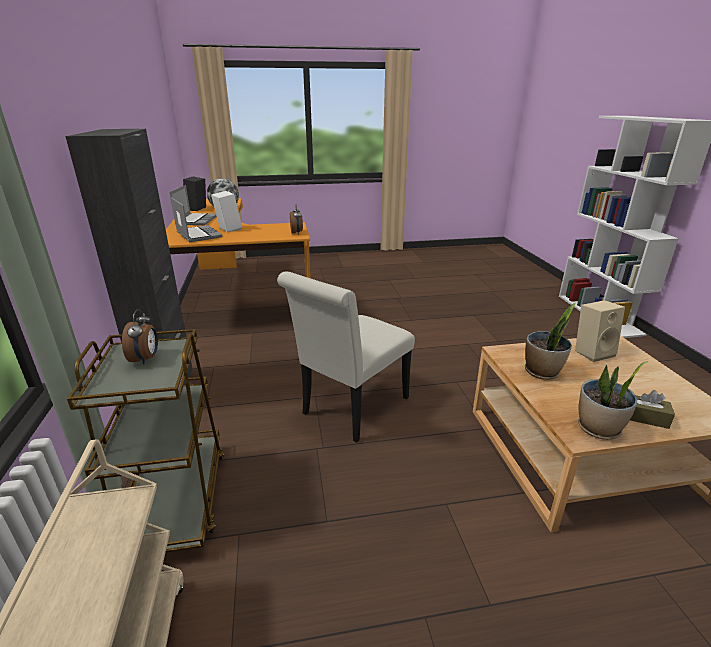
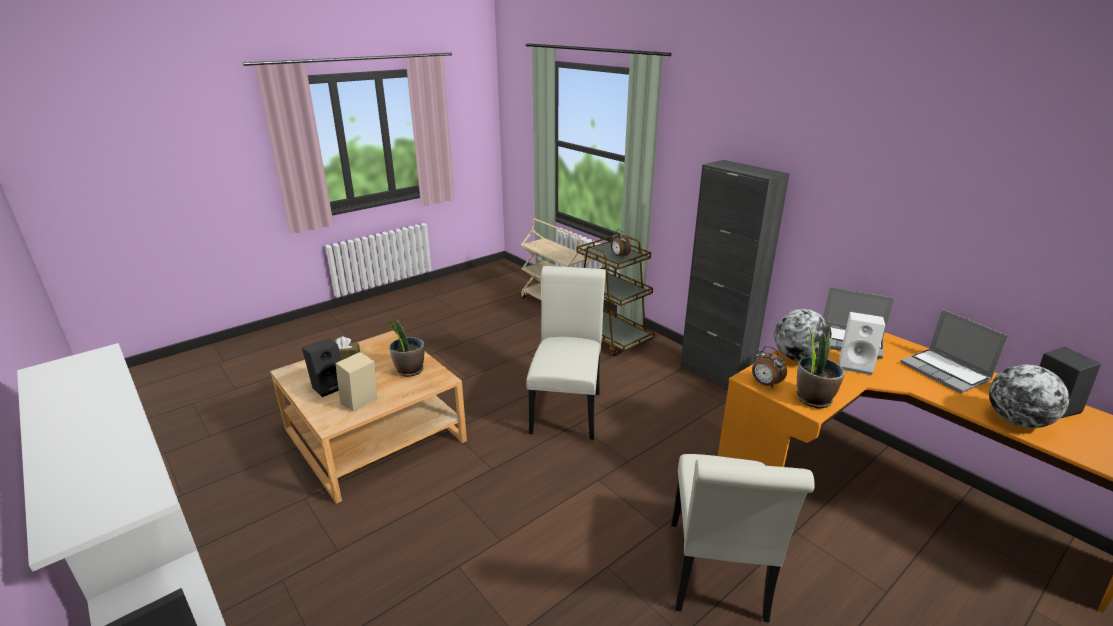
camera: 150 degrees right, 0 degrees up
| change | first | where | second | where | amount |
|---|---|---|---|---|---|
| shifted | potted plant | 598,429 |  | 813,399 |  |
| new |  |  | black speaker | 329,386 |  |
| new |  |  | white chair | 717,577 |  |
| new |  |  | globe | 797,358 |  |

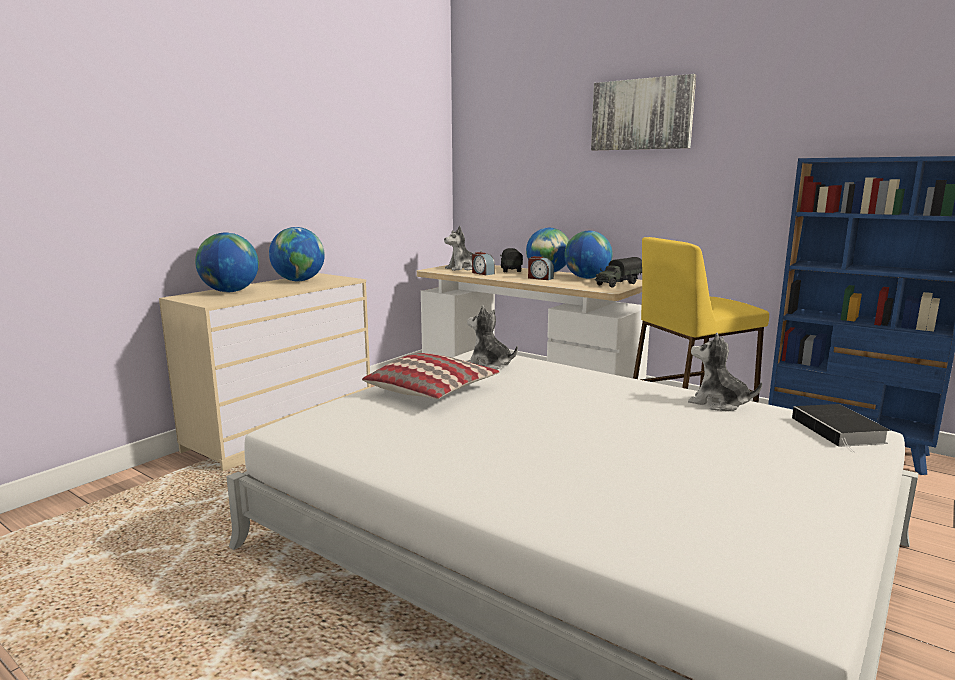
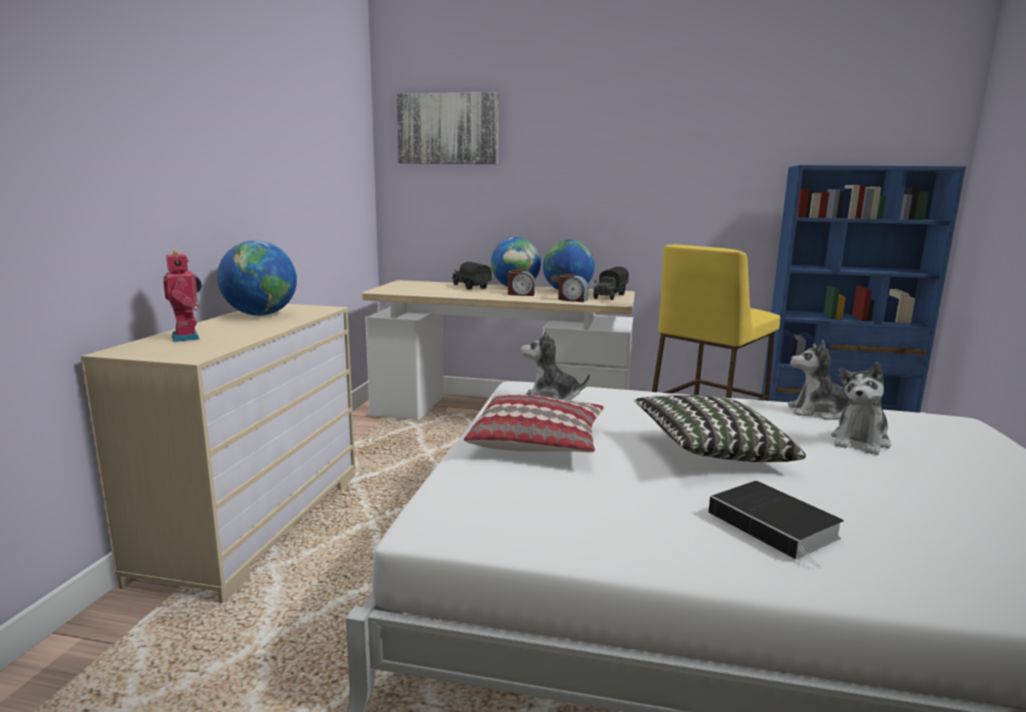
camera: 25 degrees left, 0 degrees up
| change | first | where | second | where | amount |
|---|---|---|---|---|---|
| swapped | globe | 230,292 | toy robot | 188,337 |  |
| shifted | plush toy | 462,268 |  | 860,442 |  |
| shifted | alarm clock | 482,273 |  | 572,300 |  |
| shifted | picture | 642,114 |  | 448,129 |  |
| shifted | book | 840,431 |  | 776,526 |  |
| new |  |  | pillow | 710,452 |  |

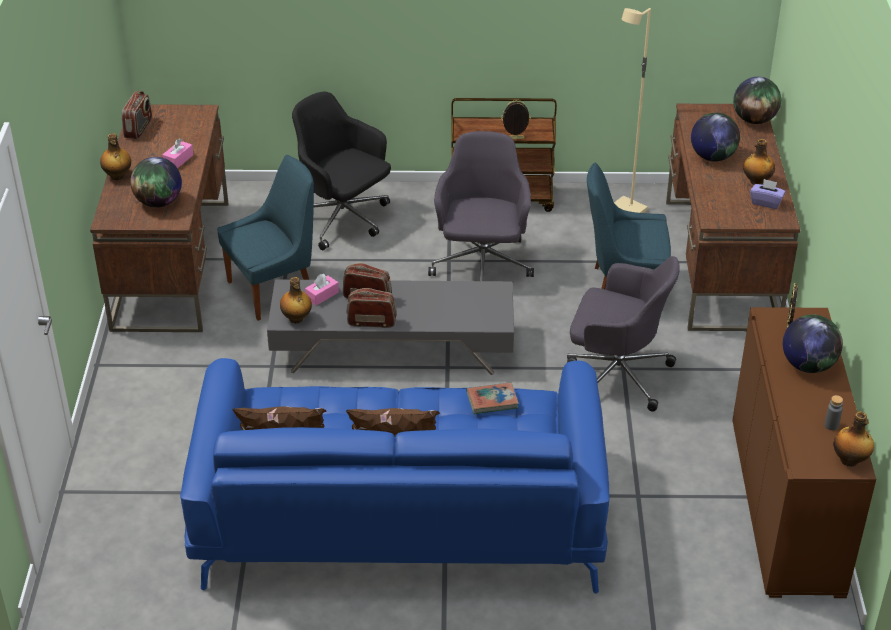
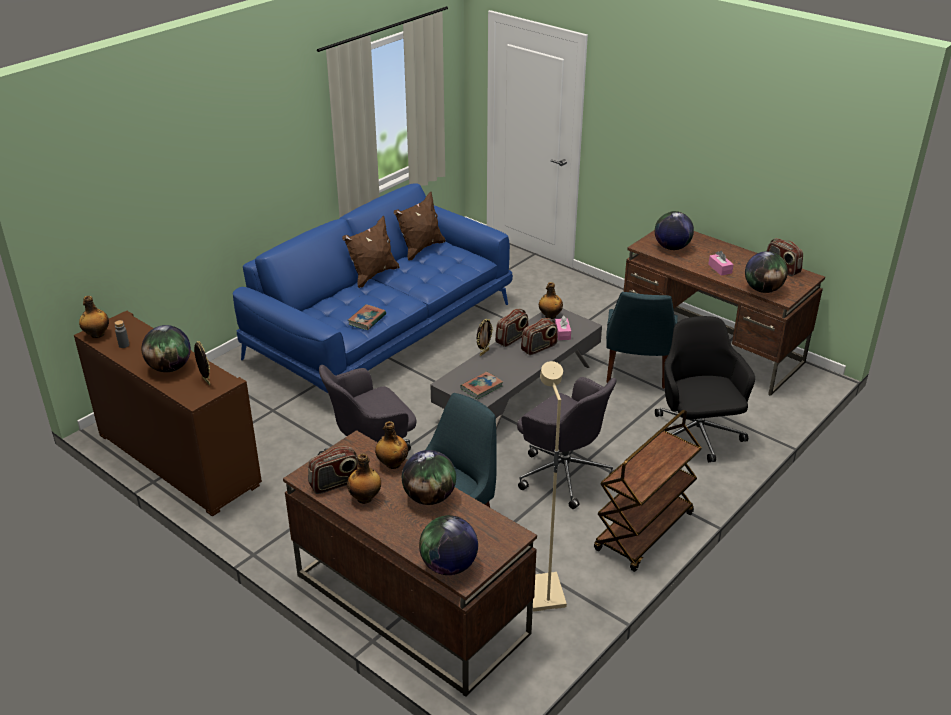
camera: 130 degrees right, 5 degrees down
| change | first | where | second | where | amount |
|---|---|---|---|---|---|
| shifted | bottle | 117,176 |  | 392,464 |  |
| rotated | black office chair | 343,219 |  | 696,437 | 90 degrees counterclockwise |
| shifted | picture frame | 515,139 |  | 484,352 |  |
| swapped | purple tissue box | 766,202 | radio | 335,483 |  |
| new |  |  | book | 481,387 |  |
| new |  |  | globe | 763,289 |  |

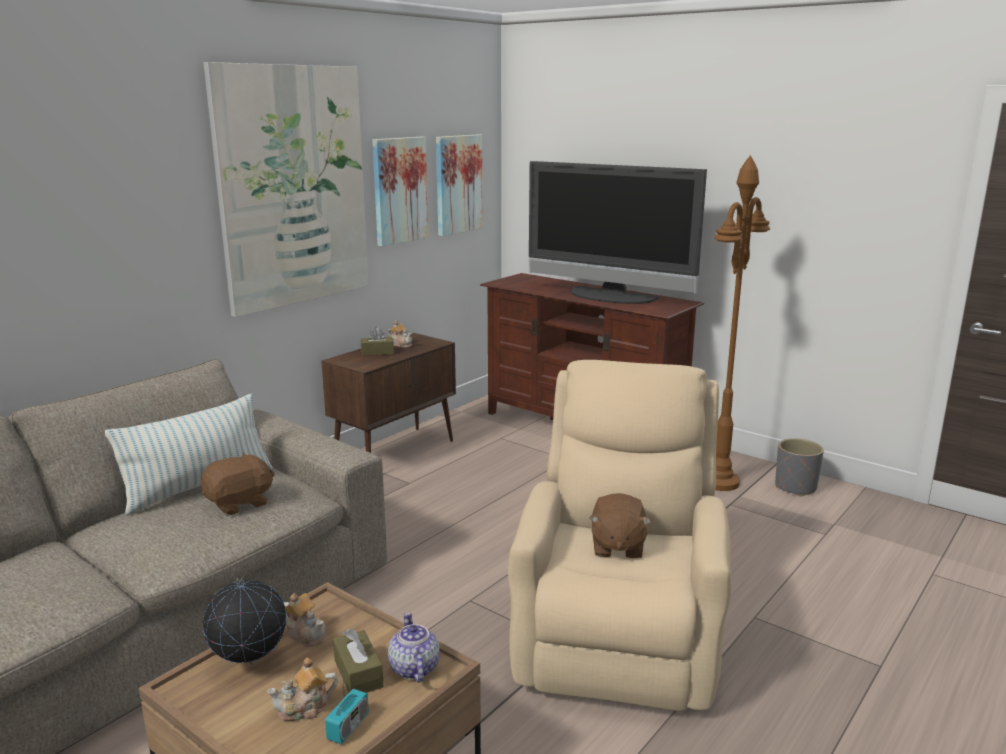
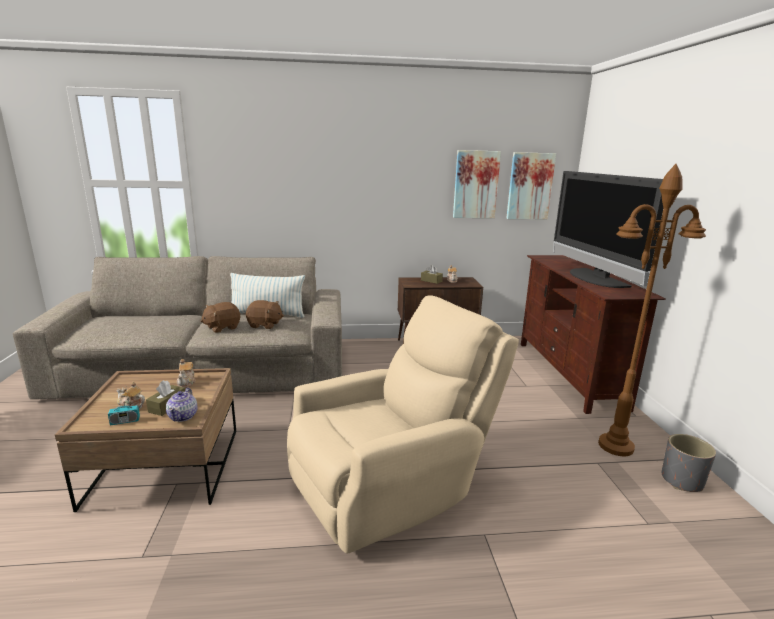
camera: 45 degrees right, 0 degrees up
| change | first | where | second | where | amount |
|---|---|---|---|---|---|
| gone | globe | 250,663 |  |  |  |
| gone | picture | 293,187 |  |  |  |
| rotated | teapot | 413,669 |  | 183,416 | 150 degrees clockwise |
| shifted | brown plush toy | 617,547 |  | 222,327 |  |

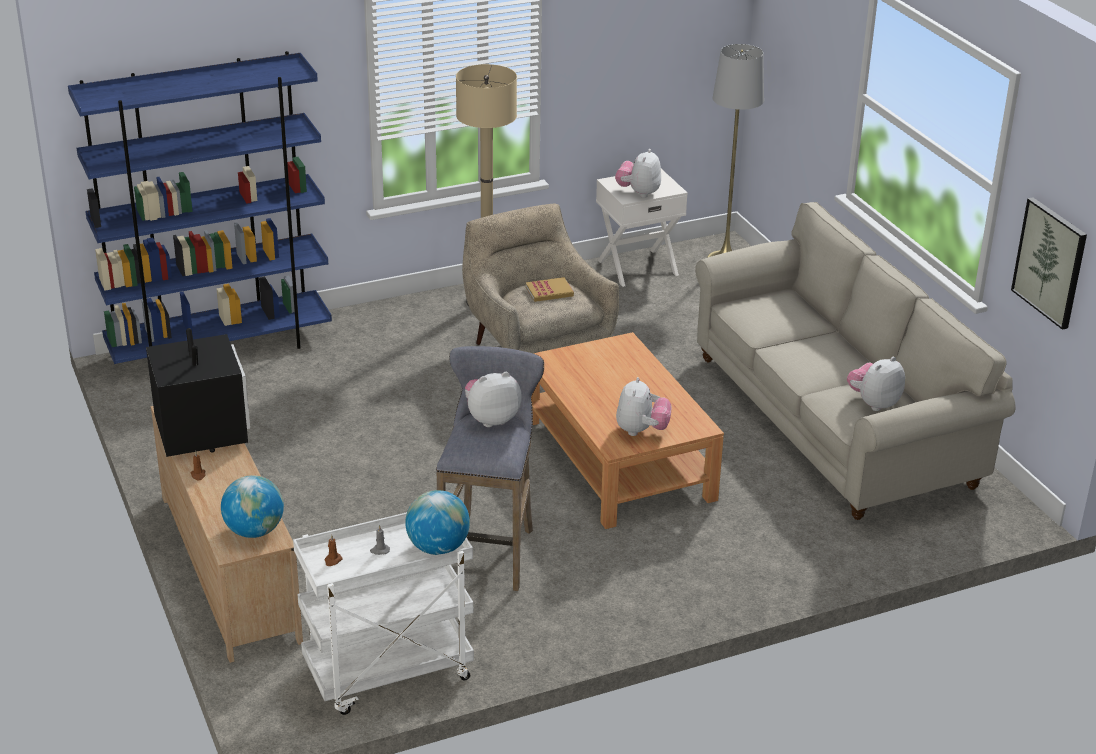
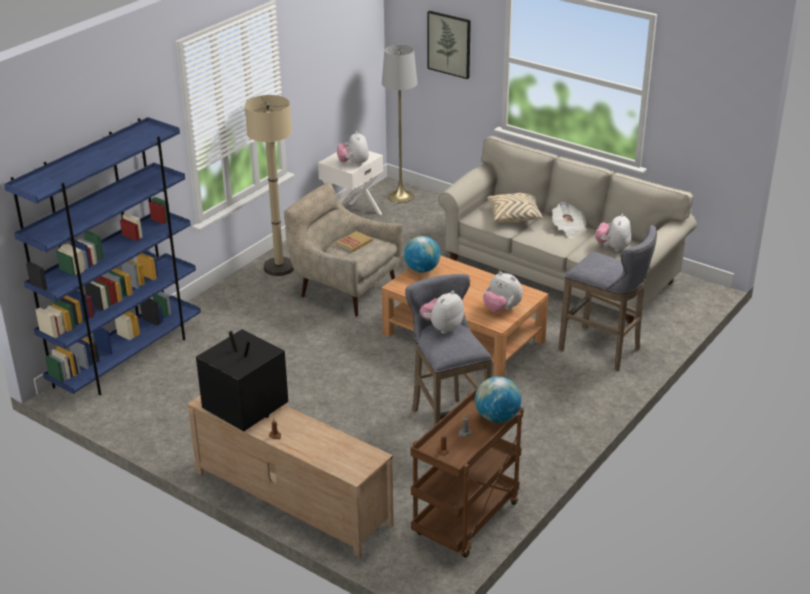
camera: 30 degrees left, 0 degrees up
| change | first | where | second | where | amount |
|---|---|---|---|---|---|
| shifted | globe | 254,531 |  | 422,269 |  |
| repainted | white cart | 388,674 | brown cart | 466,521 |  |
| rotated | plush toy | 641,431 |  | 502,309 | 150 degrees clockwise |
| shifted | picture | 1050,262 |  | 449,44 |  |
| new |  |  | beige pillow | 514,215 |  |
| new |  |  | newspaper | 568,229 |  |
| new |  |  | grey stool | 603,350 |  |

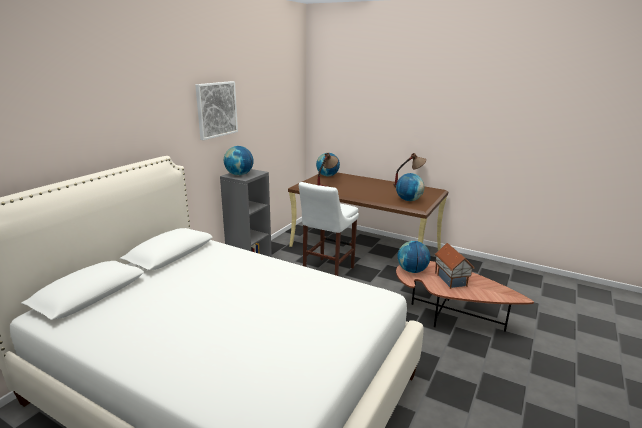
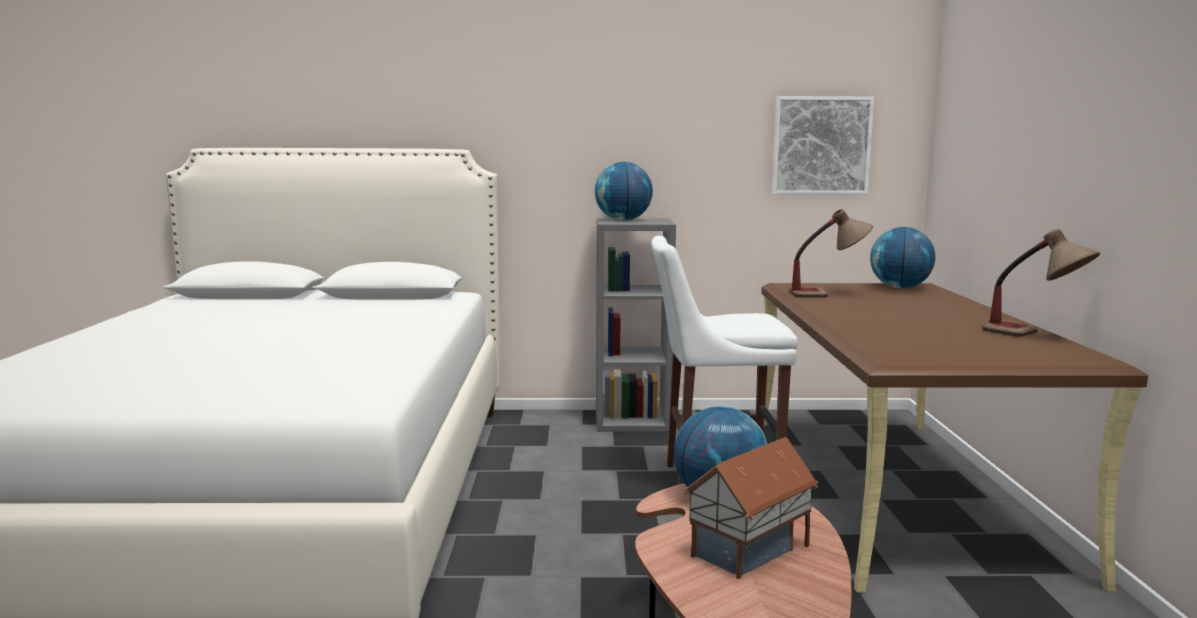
camera: 60 degrees right, 10 degrees down
| change | first | where | second | where | amount |
|---|---|---|---|---|---|
| shifted | picture | 216,109 |  | 821,146 |  |
| gone | globe | 408,200 |  |  |  |

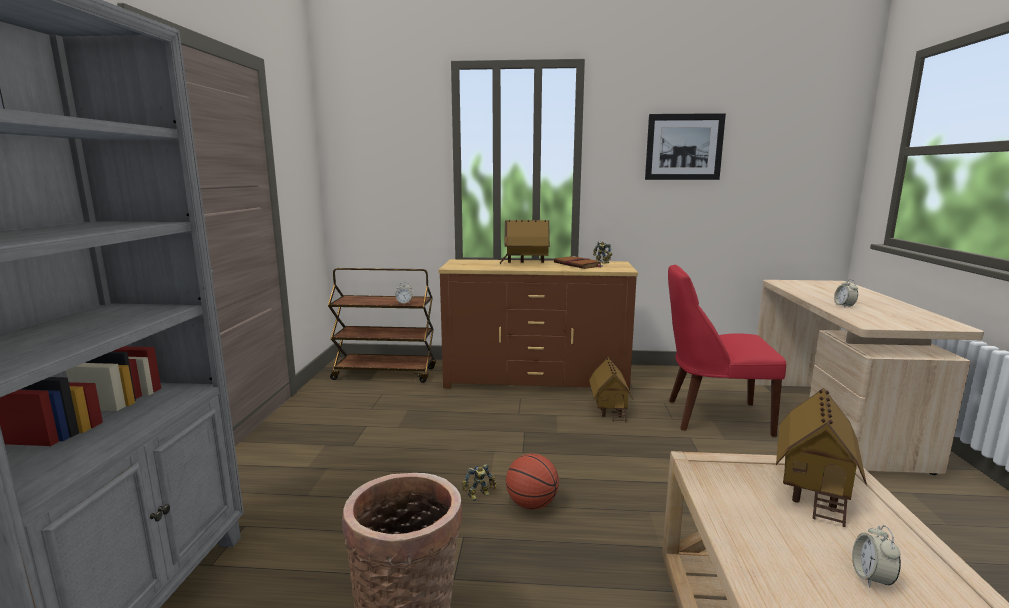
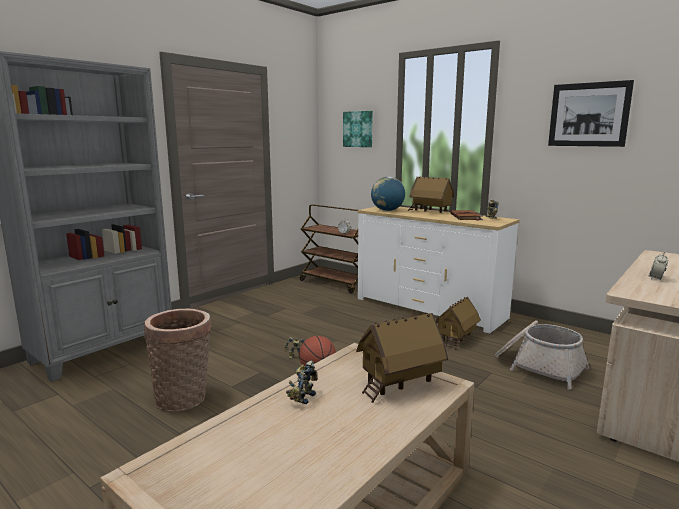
camera: 35 degrees right, 0 degrees up
| change | first | where | second | where | amount |
|---|---|---|---|---|---|
| repainted | brown dresser | 535,380 | white dresser | 429,308 |  |
| swapped | red chair | 712,416 | basket | 538,366 |  |
| gone | alarm clock | 871,578 |  |  |  |
| new |  |  | toy robot | 302,397 |  |
| new |  |  | picture | 358,129 |  |
| new |  |  | globe | 387,210 |  |

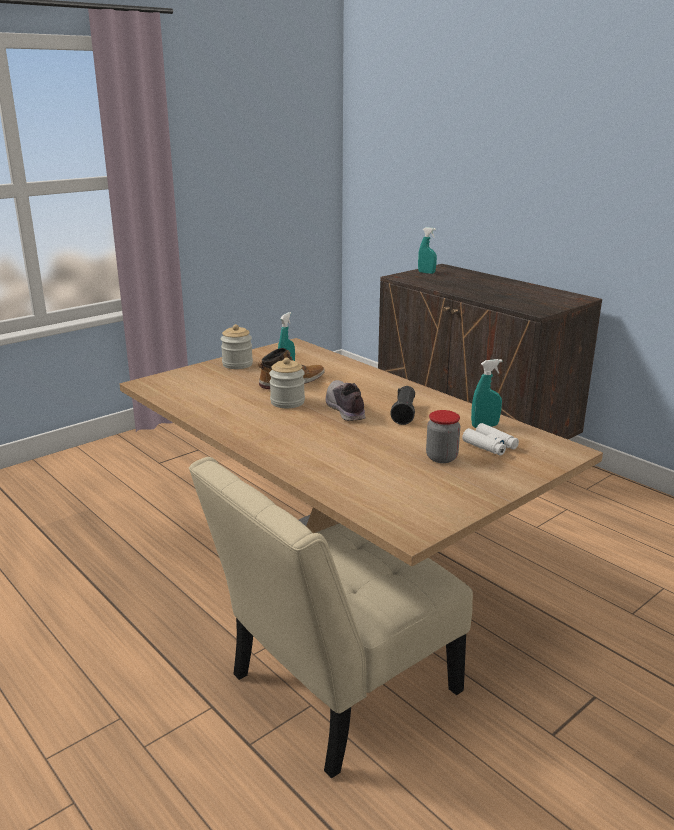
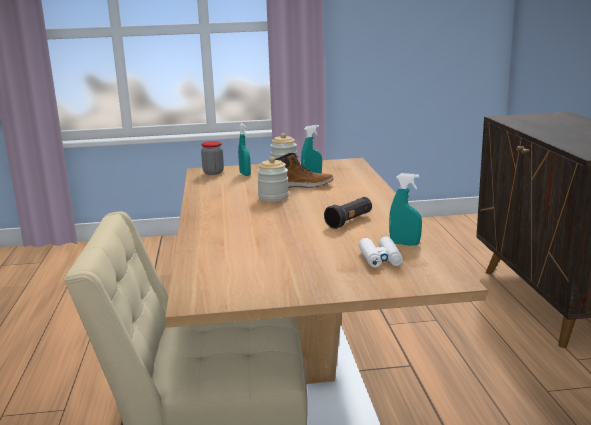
camera: 35 degrees right, 5 degrees down
| change | first | where | second | where | amount |
|---|---|---|---|---|---|
| gone | shoe | 344,409 |  |  |  |
| shifted | turquoise spray bottle | 426,273 |  | 245,174 |  |
| shifted | jar | 441,457 |  | 213,172 |  |

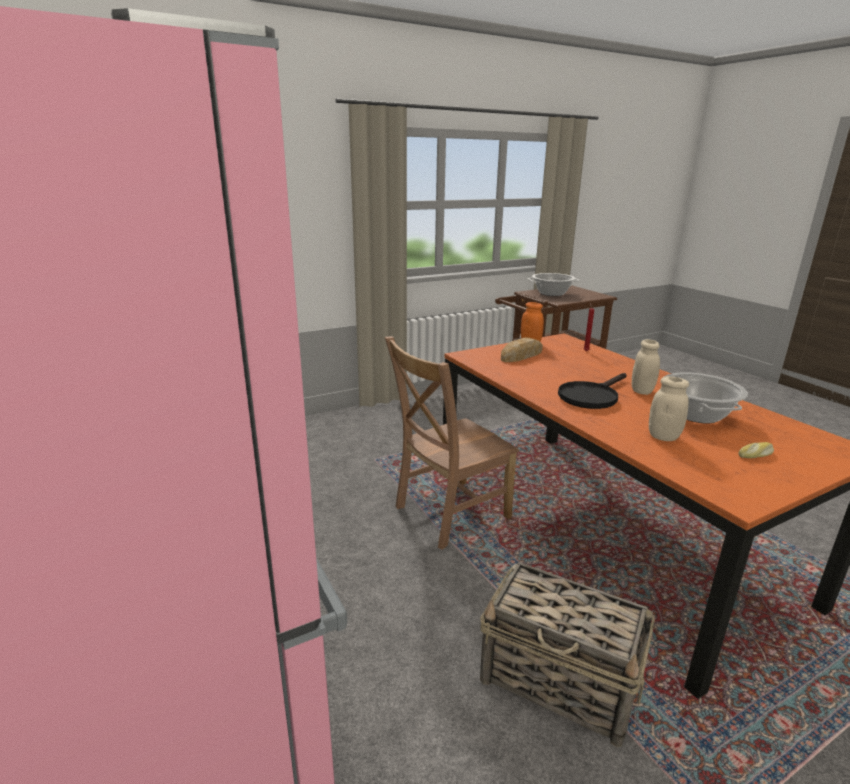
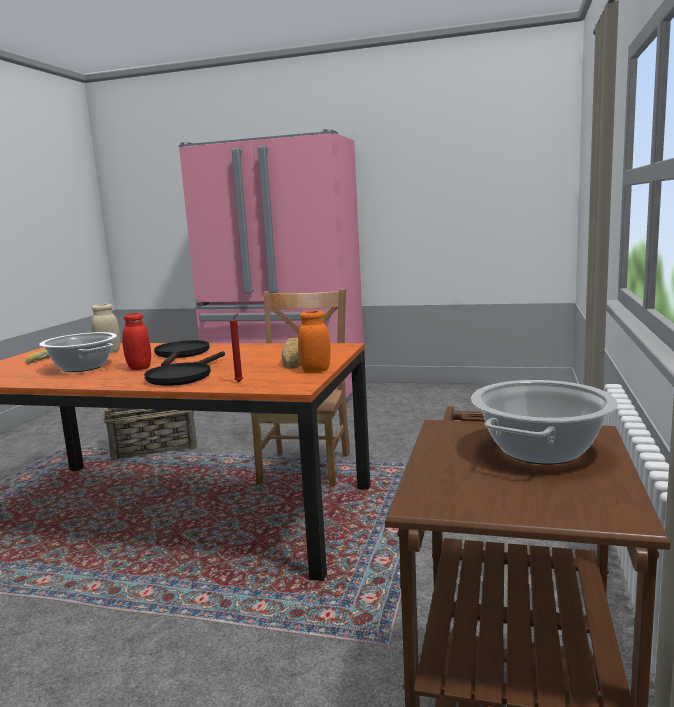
camera: 135 degrees right, 10 degrees down
| change | first | where | second | where | amount |
|---|---|---|---|---|---|
| repainted | beige jar | 642,391 | red jar | 139,368 |  |
| new |  |  | black frying pan | 184,376 |  |

